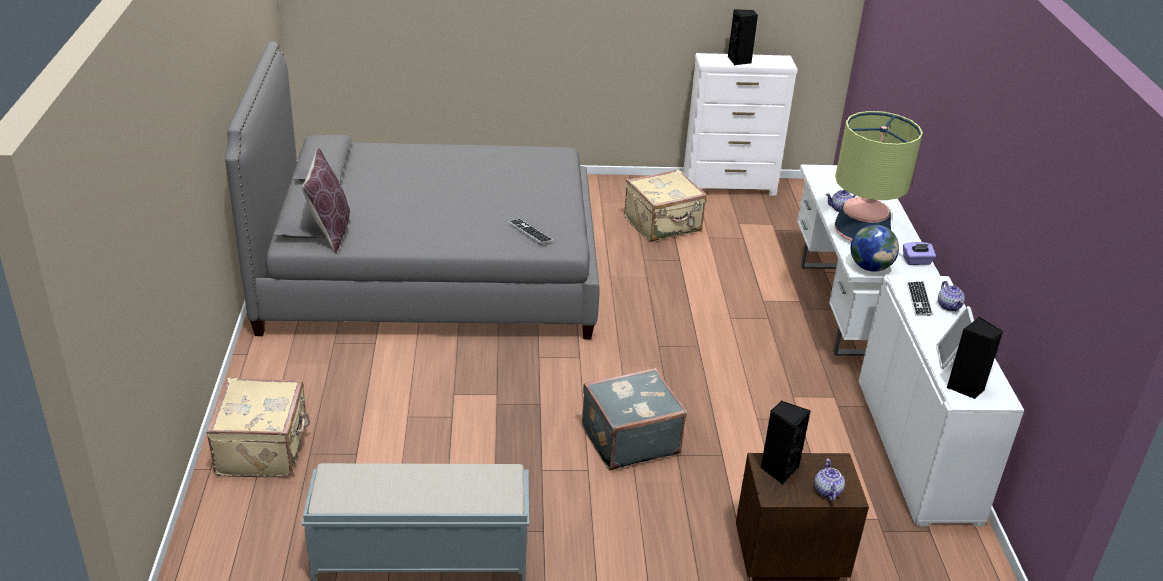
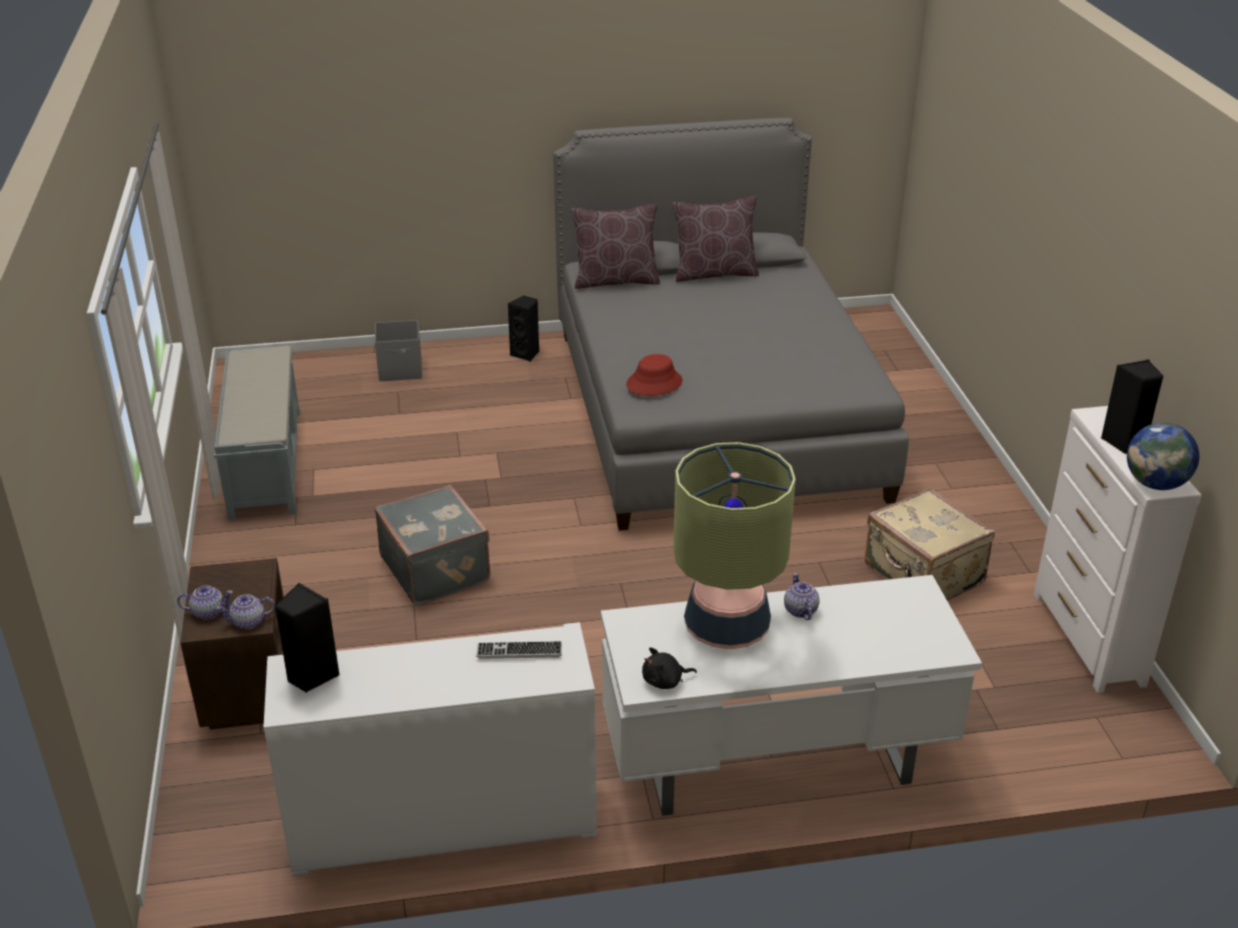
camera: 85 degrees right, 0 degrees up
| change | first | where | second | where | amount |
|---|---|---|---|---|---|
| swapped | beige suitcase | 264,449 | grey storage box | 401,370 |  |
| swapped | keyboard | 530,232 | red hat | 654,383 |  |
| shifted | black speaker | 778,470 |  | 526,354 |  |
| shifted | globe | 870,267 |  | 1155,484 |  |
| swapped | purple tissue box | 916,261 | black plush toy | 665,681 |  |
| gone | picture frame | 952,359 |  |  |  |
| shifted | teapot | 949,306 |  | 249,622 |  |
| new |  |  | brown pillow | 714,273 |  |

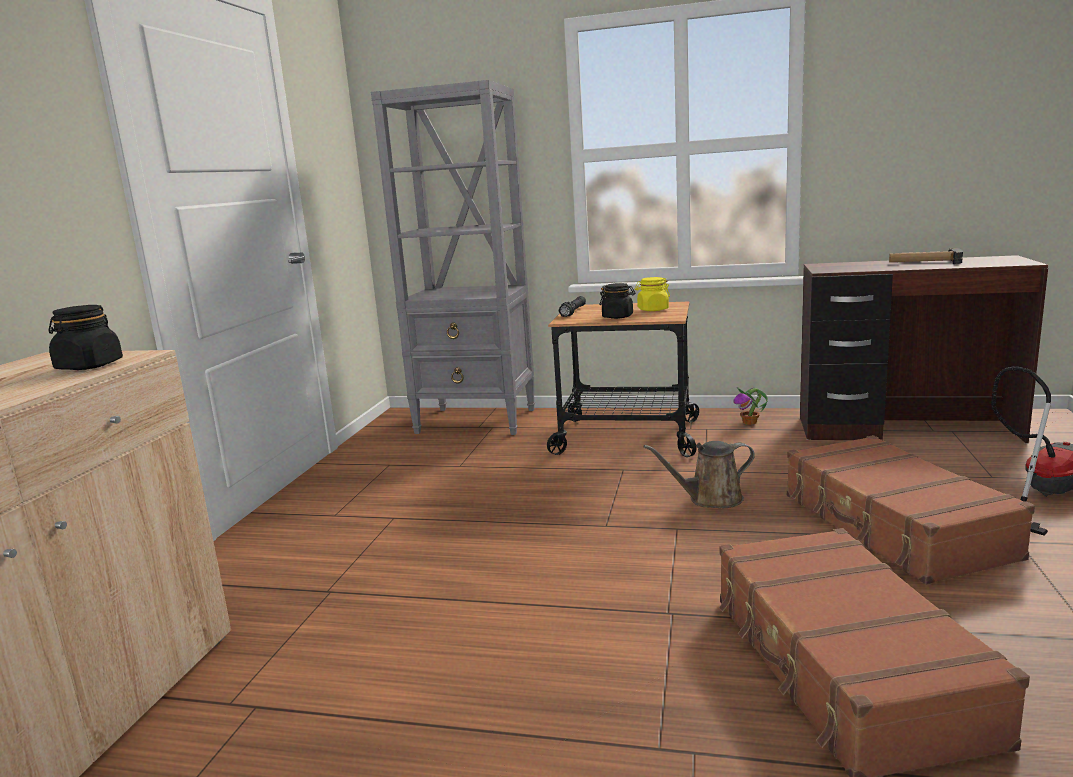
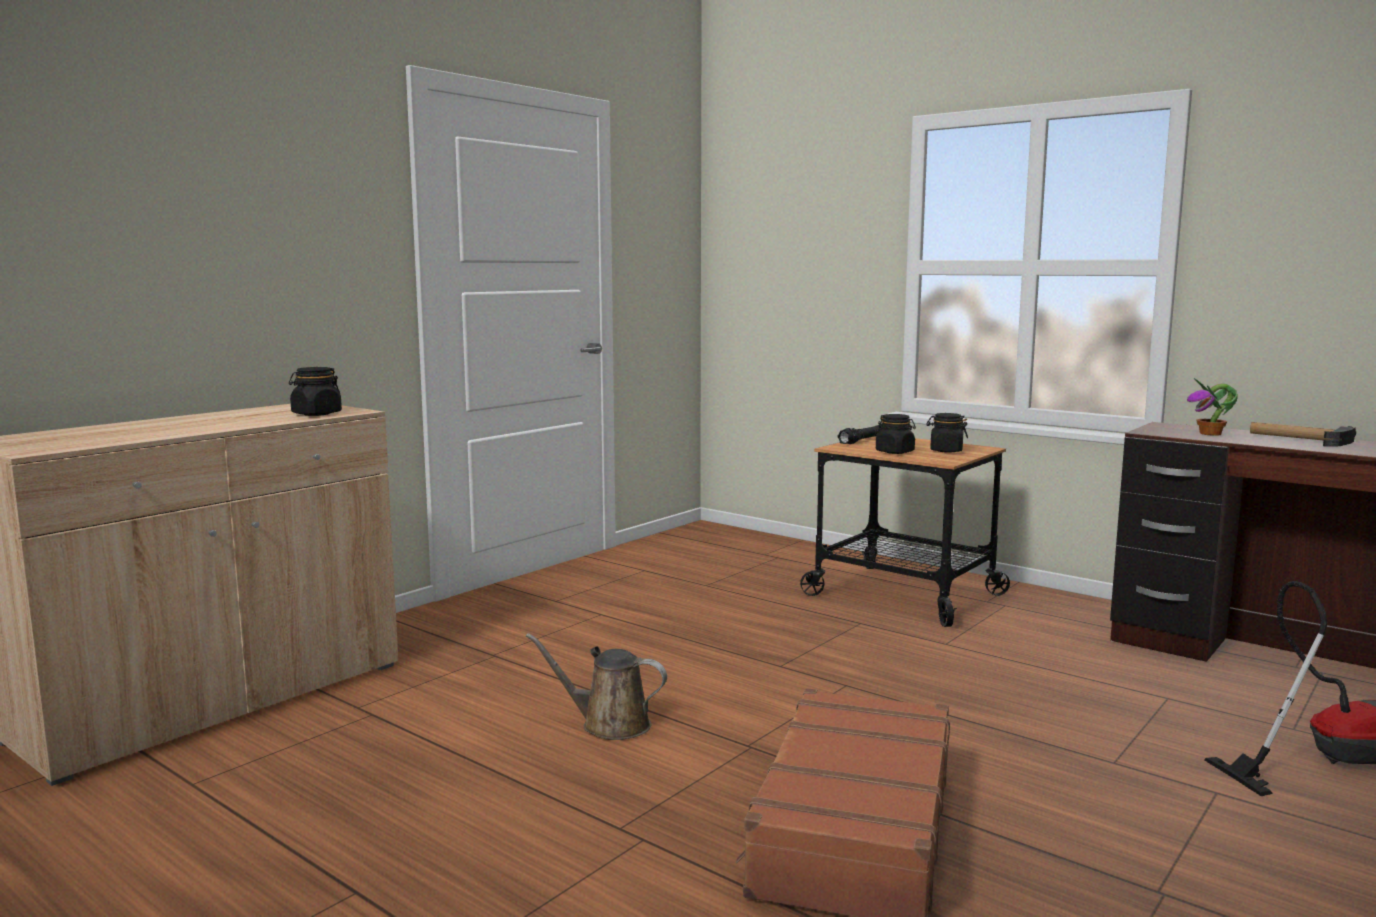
camera: 25 degrees right, 5 degrees down
| change | first | where | second | where | amount |
|---|---|---|---|---|---|
| gone | grey bookcase | 477,421 |  |  |  |
| repainted | yellow jar | 652,309 | black jar | 946,450 |  |
| shifted | brown watering can | 710,499 |  | 609,724 |  |
| shifted | potted plant | 750,422 |  | 1210,434 |  |
| gone | brown suitcase | 893,526 |  |  |  |

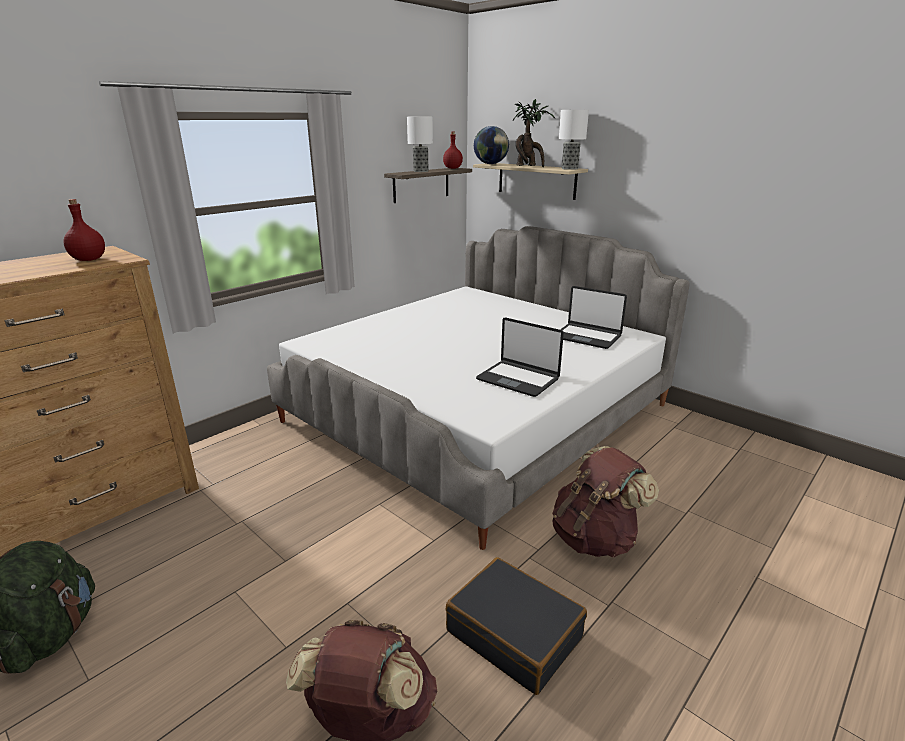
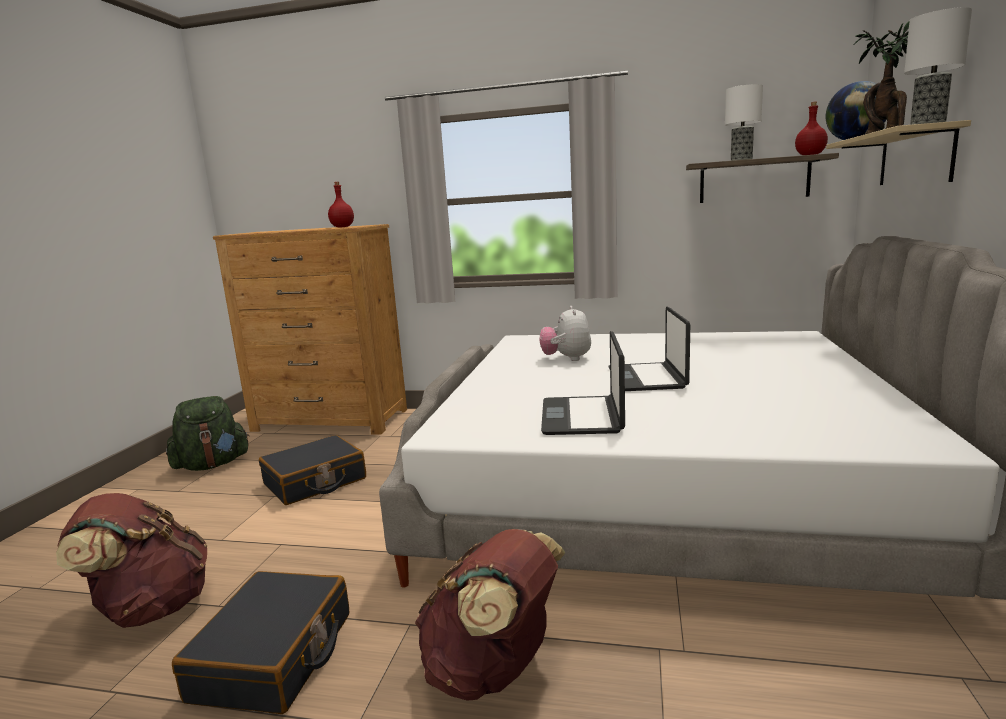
camera: 60 degrees right, 10 degrees down
| change | first | where | second | where | amount |
|---|---|---|---|---|---|
| shifted | laptop | 587,337 |  | 647,378 |  |
| new |  |  | black suitcase | 315,482 |  |
| new |  |  | plush toy | 566,359 |  |

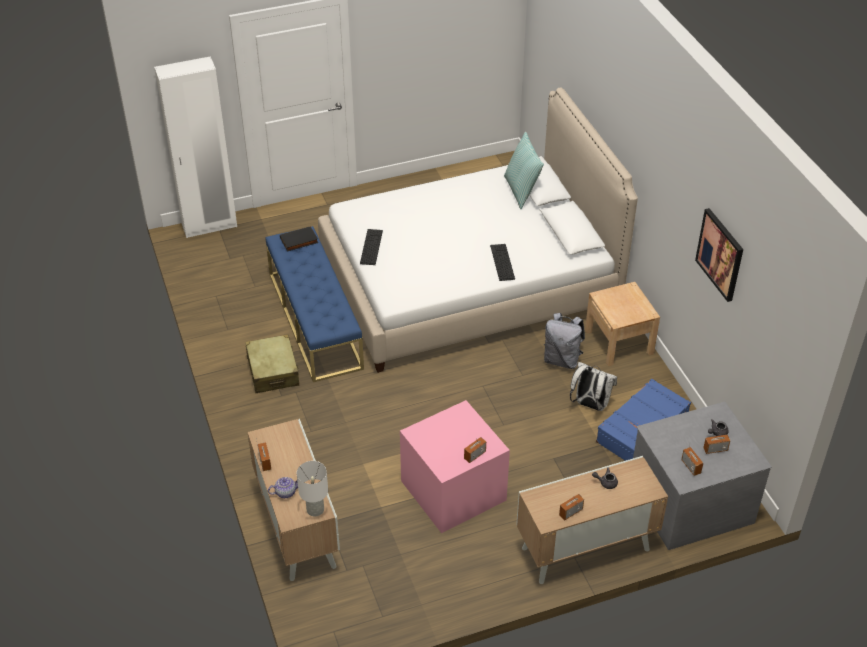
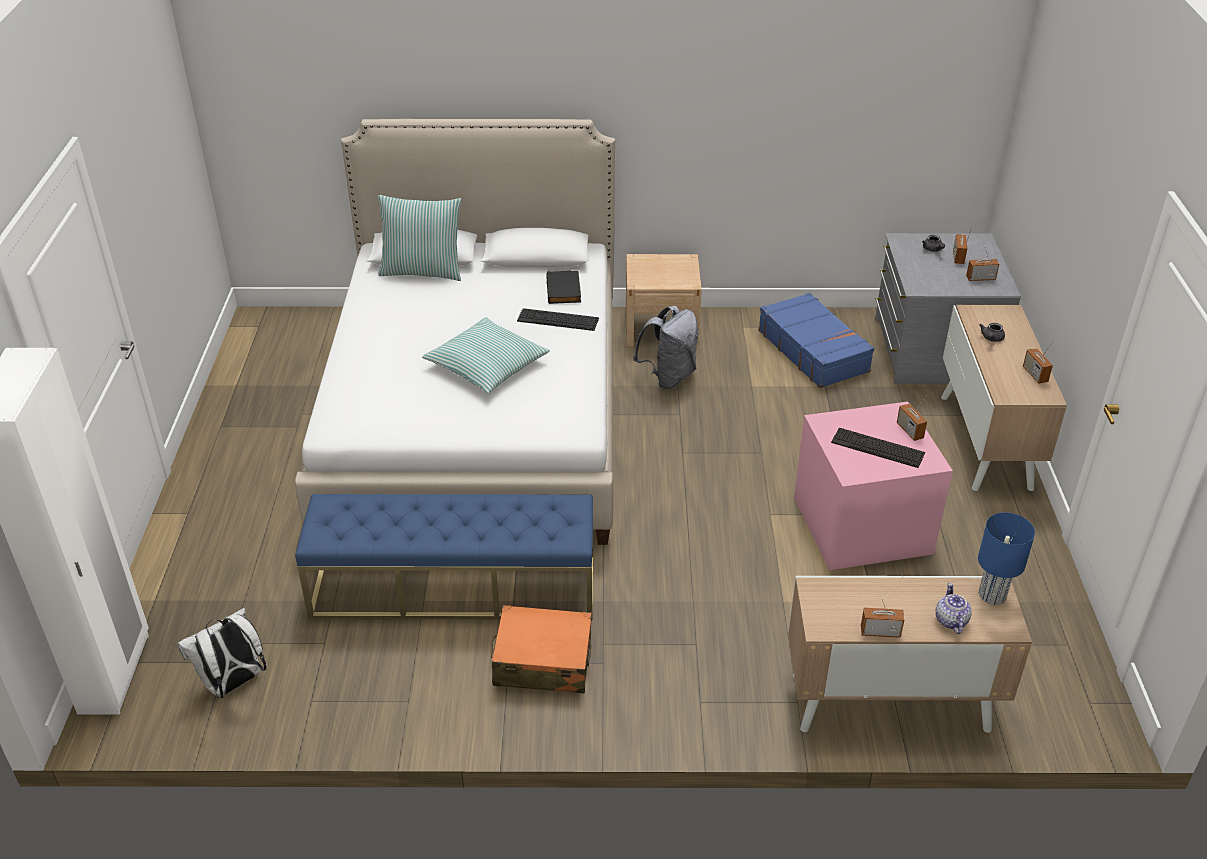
camera: 70 degrees left, 5 degrees down
| change | first | where | second | where | amount |
|---|---|---|---|---|---|
| repainted | beige suitcase | 273,371 | orange suitcase | 542,662 |  |
| shifted | black book | 299,241 |  | 565,290 |  |
| repainted | white table lamp | 315,509 | blue table lamp | 991,595 |  |
| shifted | keyboard | 371,247 |  | 877,448 |  |
| shifted | white backpack | 590,404 |  | 233,684 |  |
| gone | picture | 720,254 |  |  |  |
| new |  |  | pillow | 487,365 |  |

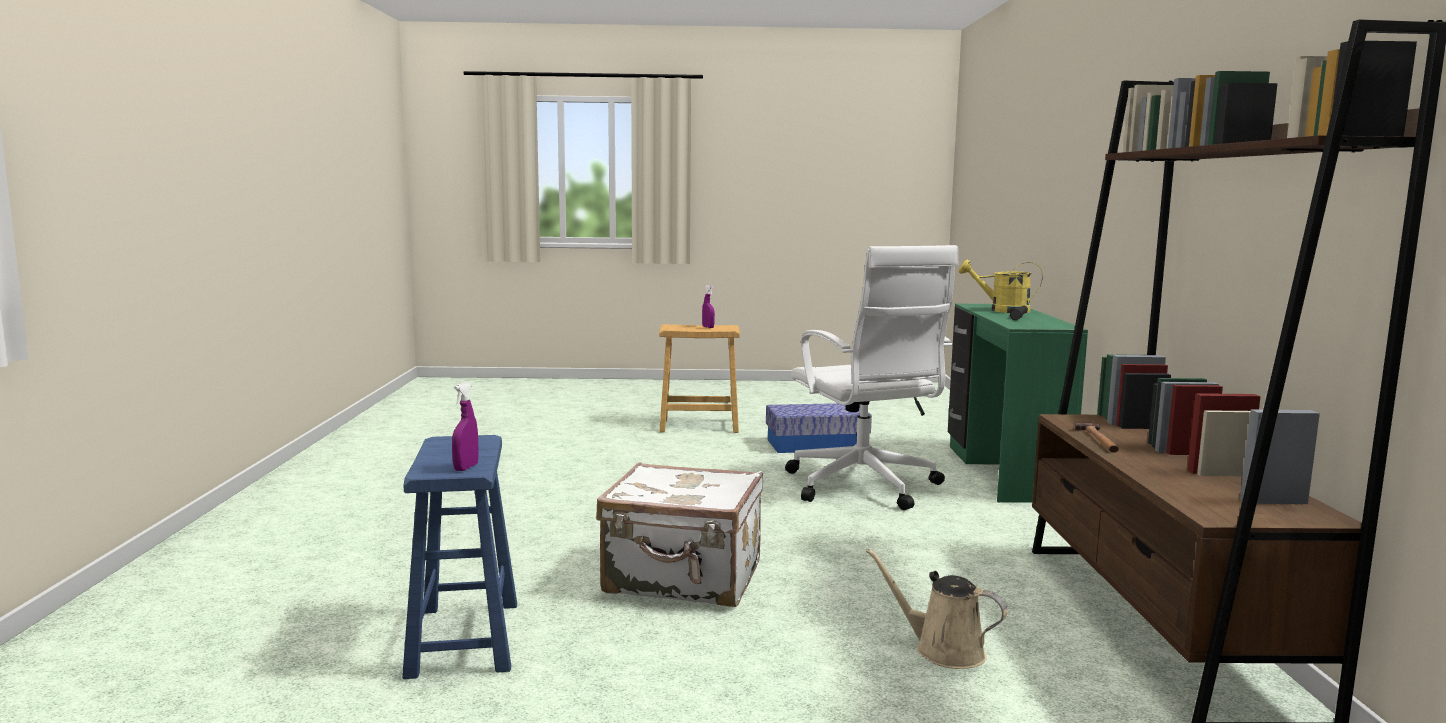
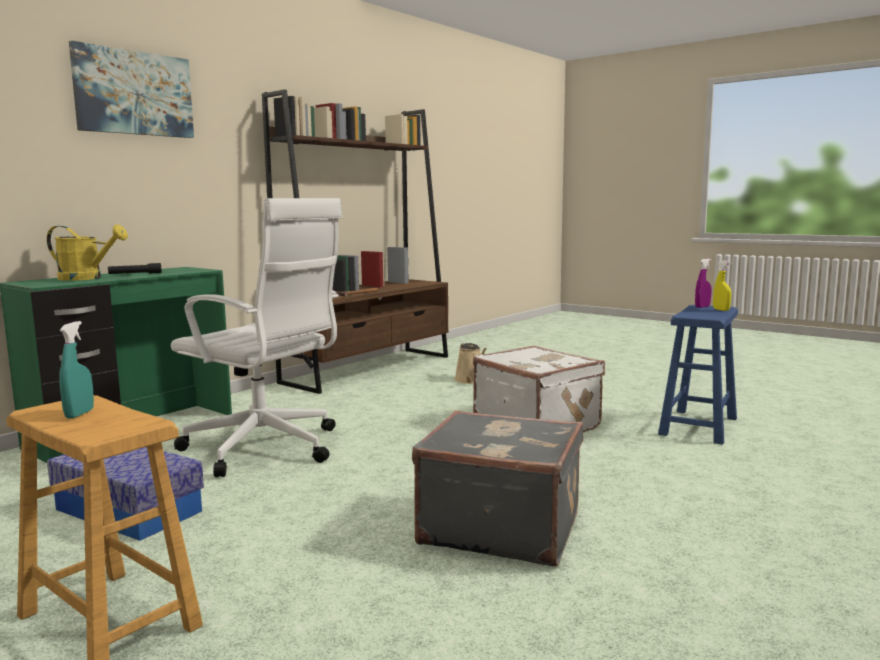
camera: 140 degrees left, 0 degrees up
| change | first | where | second | where | amount |
|---|---|---|---|---|---|
| repainted | purple spray bottle | 708,327 | turquoise spray bottle | 79,414 |  |
| rotated | white office chair | 864,487 |  | 266,448 | 105 degrees clockwise |
| rotated | yellow watering can | 1002,310 |  | 87,278 | 45 degrees counterclockwise |
| new |  |  | picture | 134,93 |  |
| new |  |  | grey suitcase | 500,527 |  |
| new |  |  | yellow spray bottle | 721,310 |  |

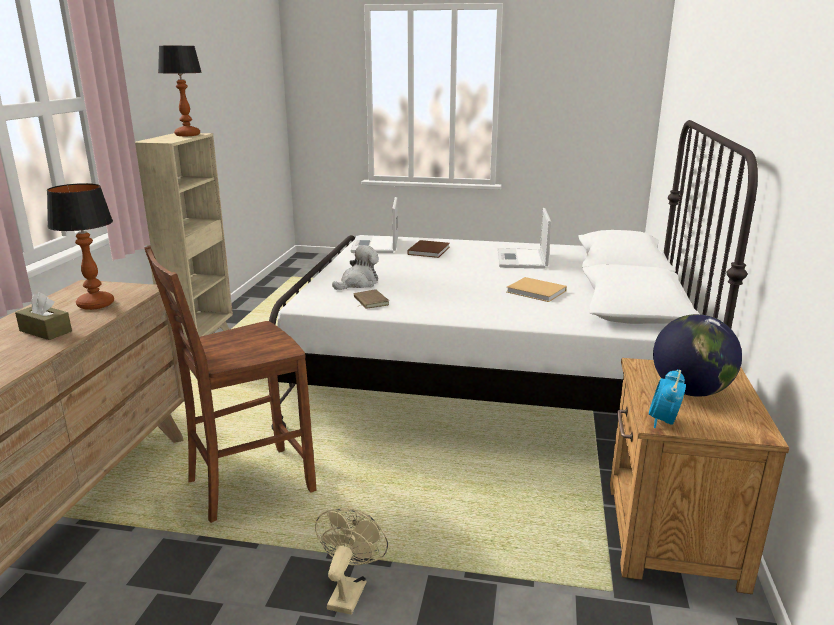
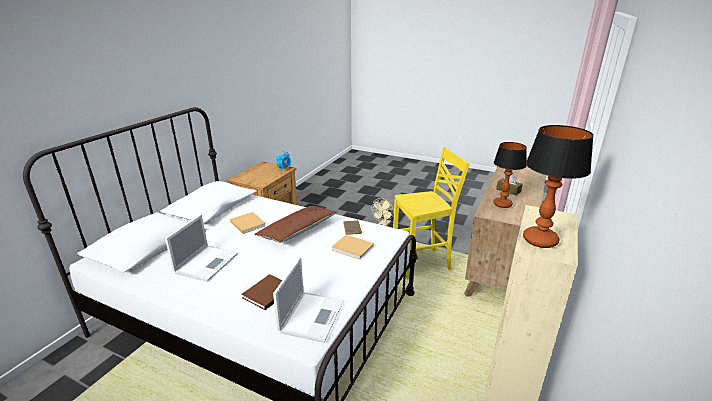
camera: 165 degrees left, 5 degrees up
| change | first | where | second | where | amount |
|---|---|---|---|---|---|
| repainted | brown chair | 247,485 | yellow chair | 422,264 |  |
| swapped | plush toy | 358,283 | beige book | 353,248 |  |
| gone | globe | 690,391 |  |  |  |
| new |  |  | brown pillow | 298,231 |  |

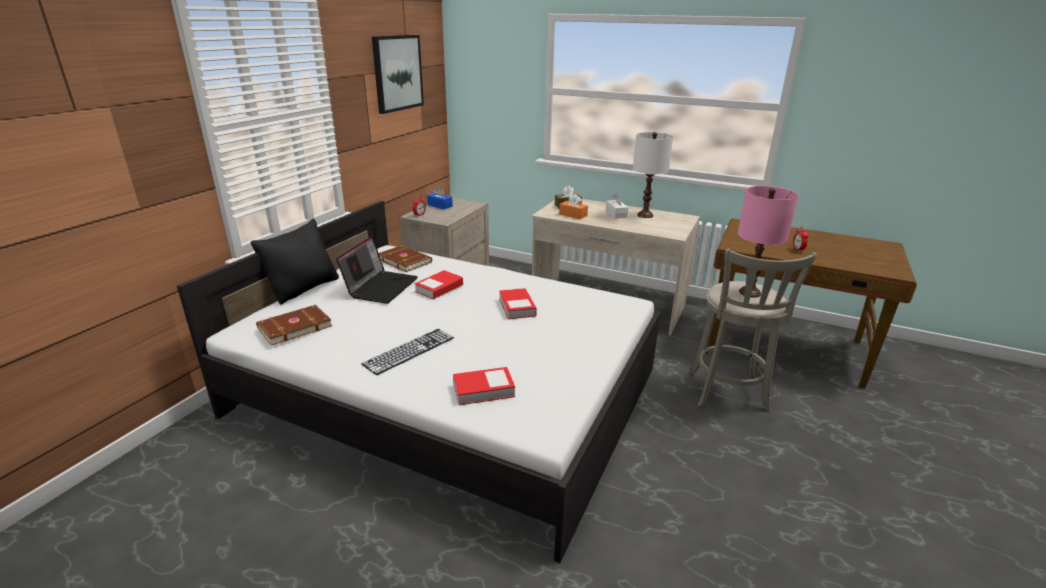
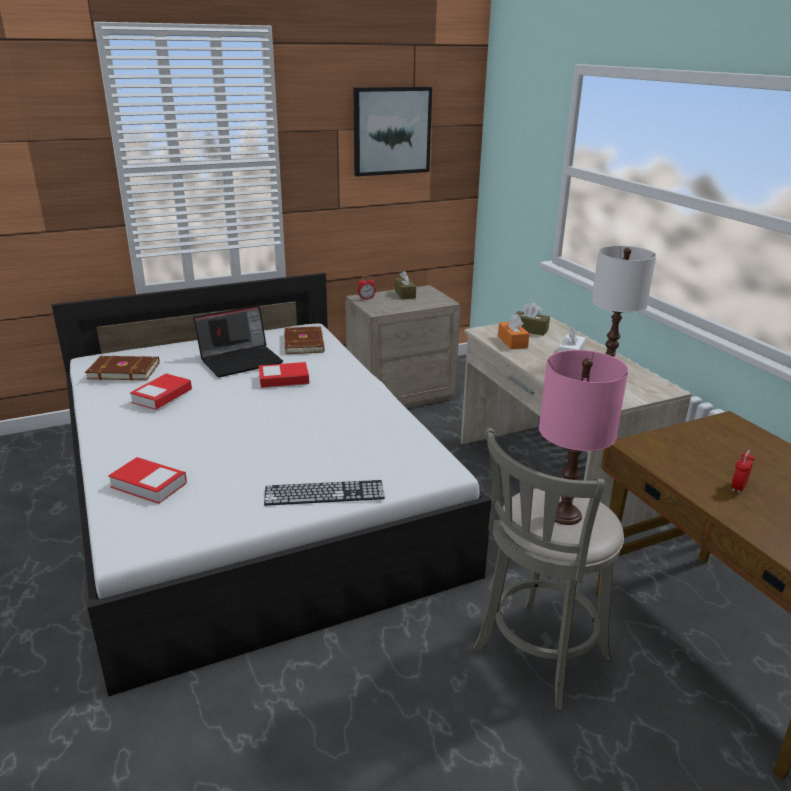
camera: 40 degrees right, 0 degrees up
| change | first | where | second | where | amount |
|---|---|---|---|---|---|
| gone | black pillow | 304,288 |  |  |  |
| shifted | keyboard | 409,351 |  | 324,493 |  |
| repainted | blue tissue box | 440,205 | brown tissue box | 405,294 |  |
| shifted | book | 517,307 |  | 162,396 |  |

